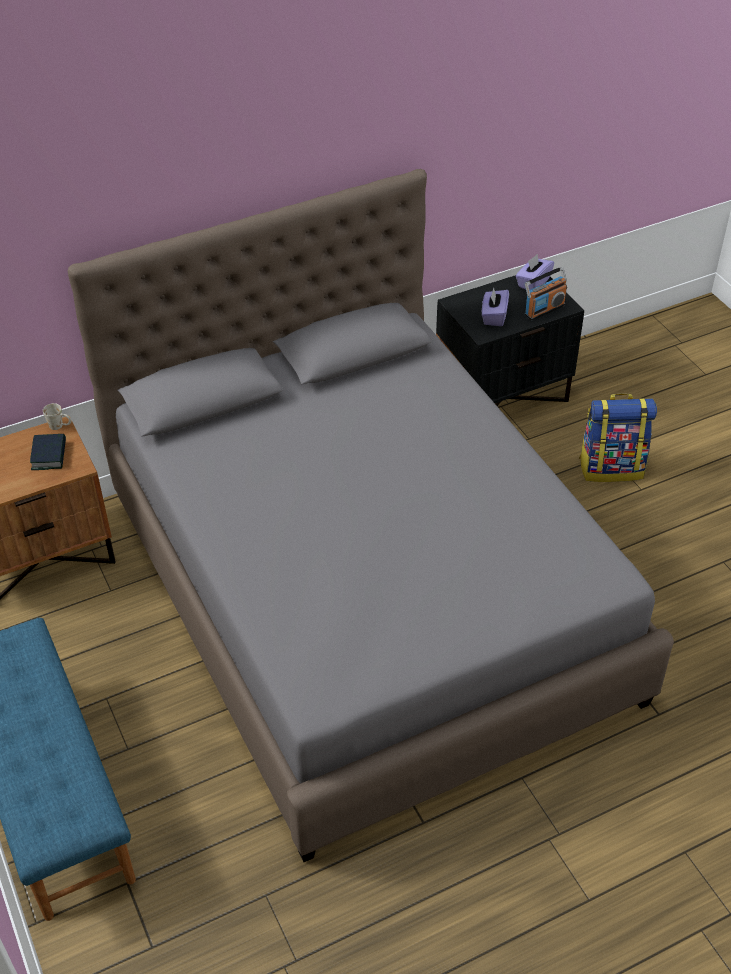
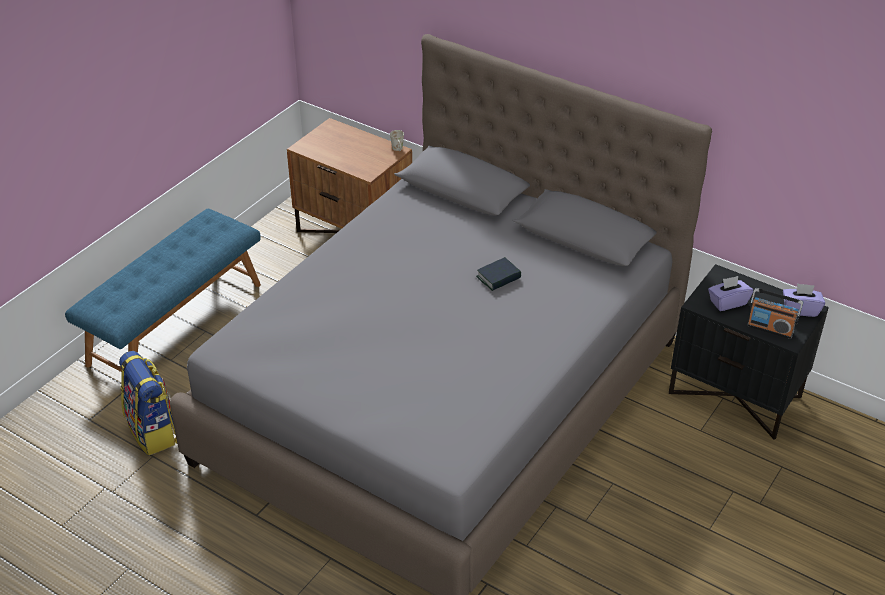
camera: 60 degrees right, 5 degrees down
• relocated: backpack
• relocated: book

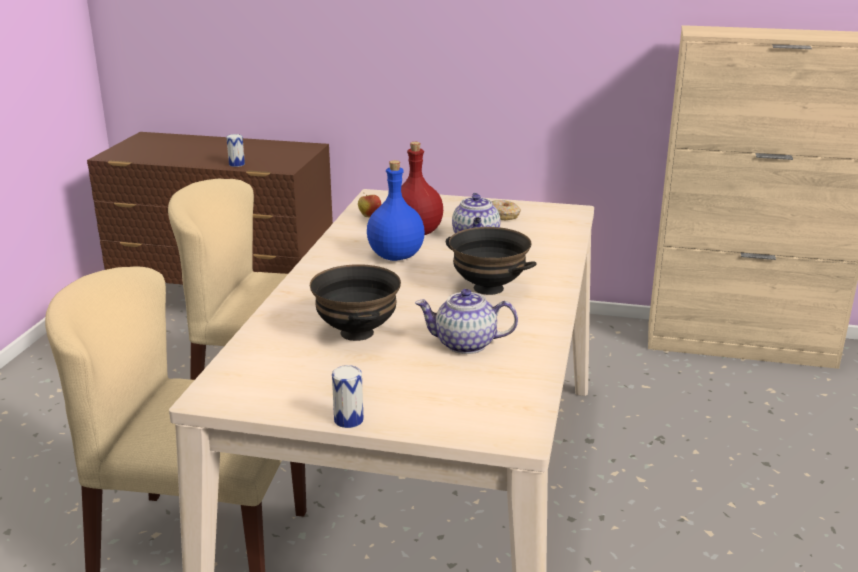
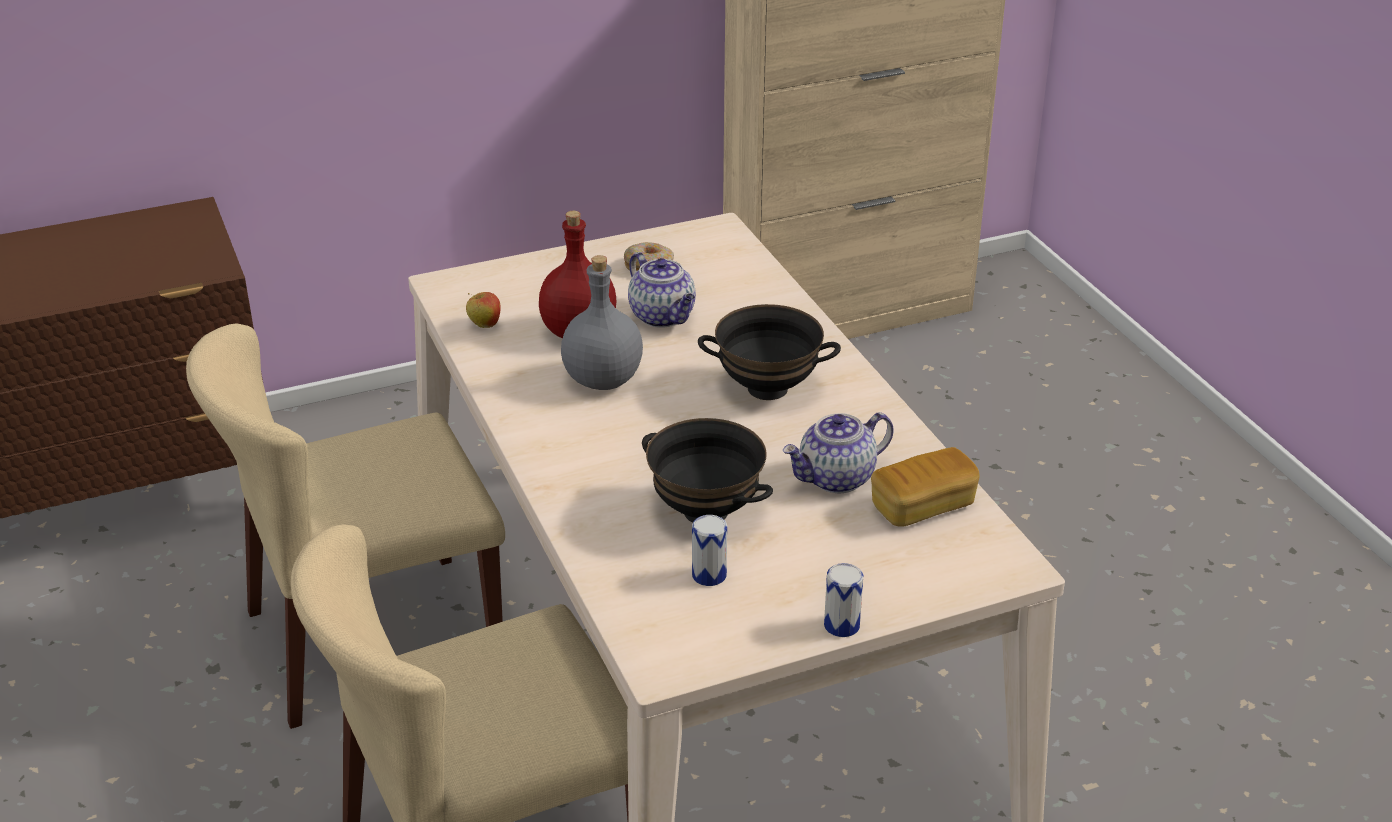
camera: 35 degrees left, 10 degrees up
• colour: bottle/blue to bottle/grey
• relocated: can (no. 1 from left)
• appeared: bread

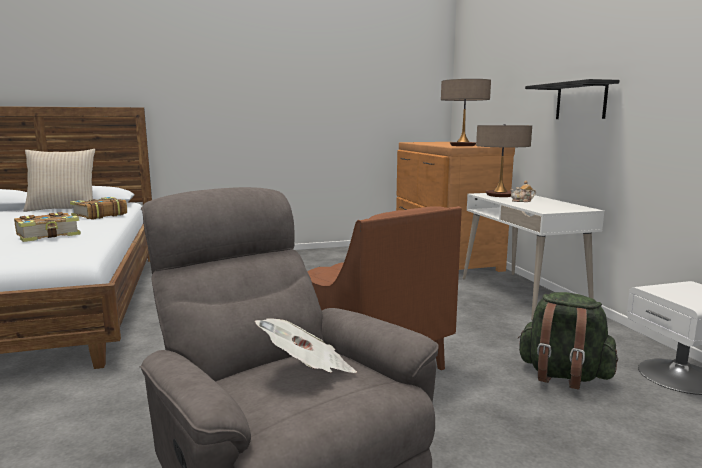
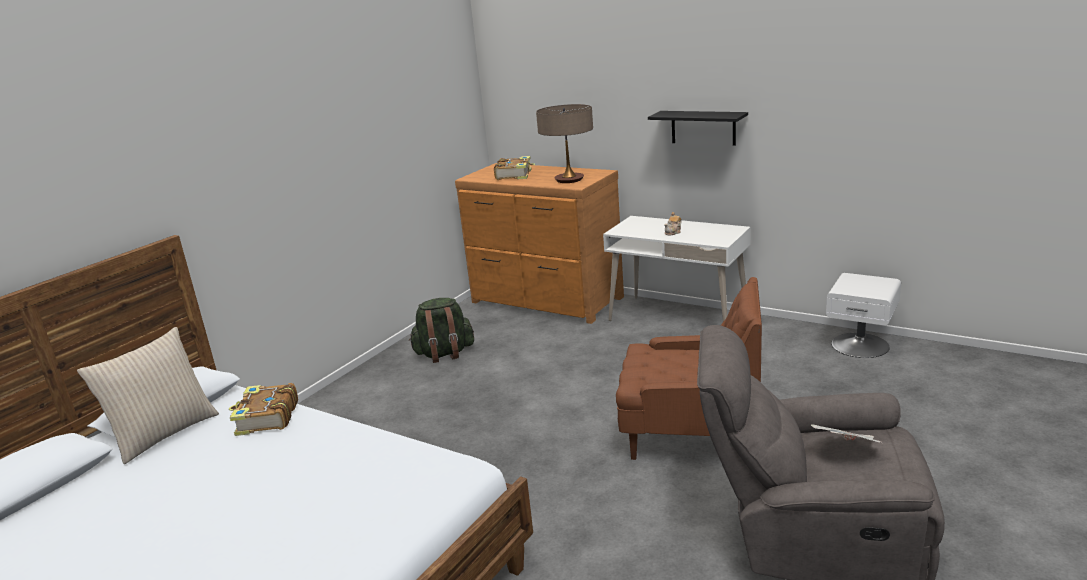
camera: 40 degrees left, 10 degrees up
• relocated: backpack/green
• relocated: book (no. 1 from left in the first image) to book (no. 2 from left)
• missing: table lamp (no. 2 from left)

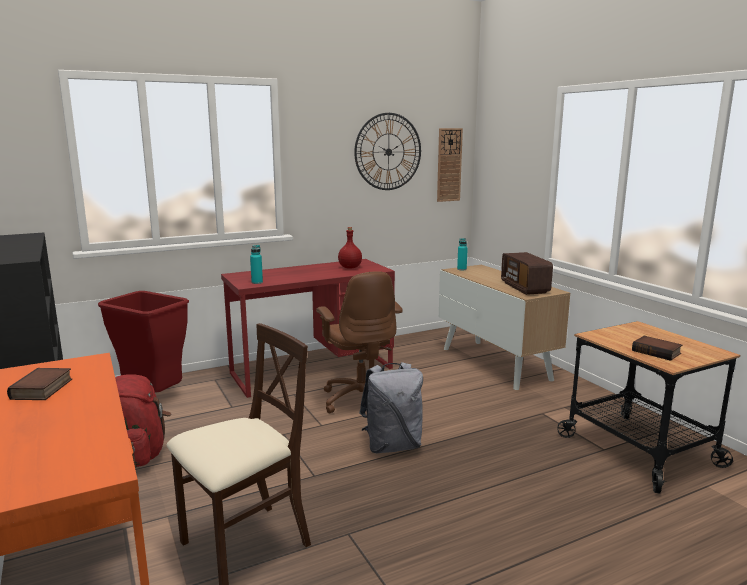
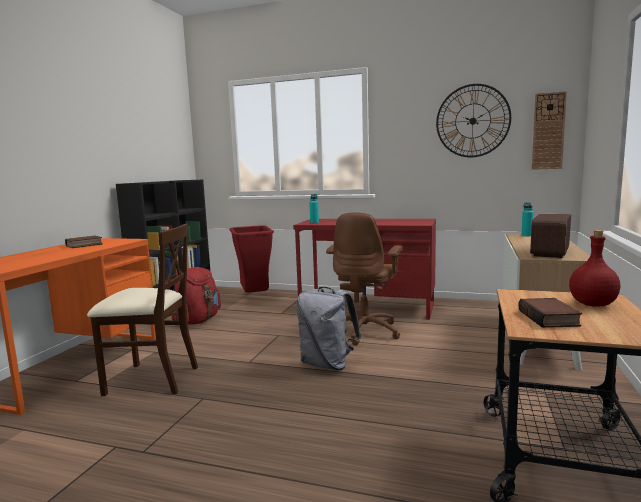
camera: 45 degrees right, 5 degrees down
• relocated: bottle/red

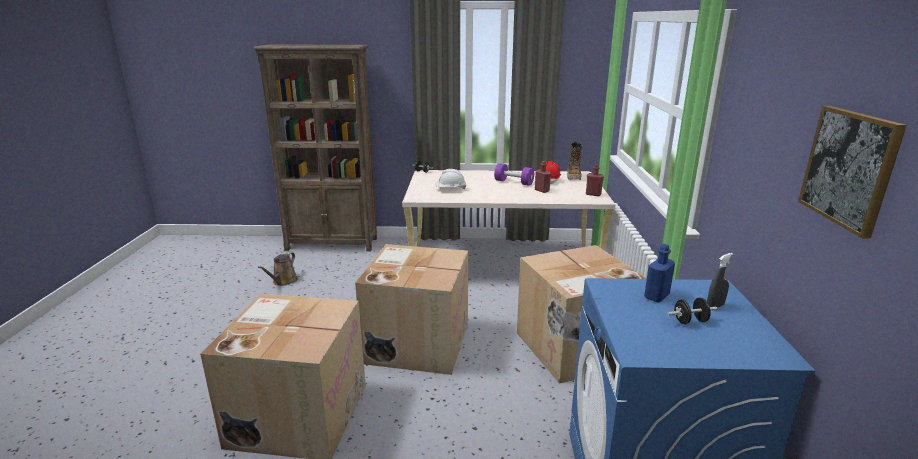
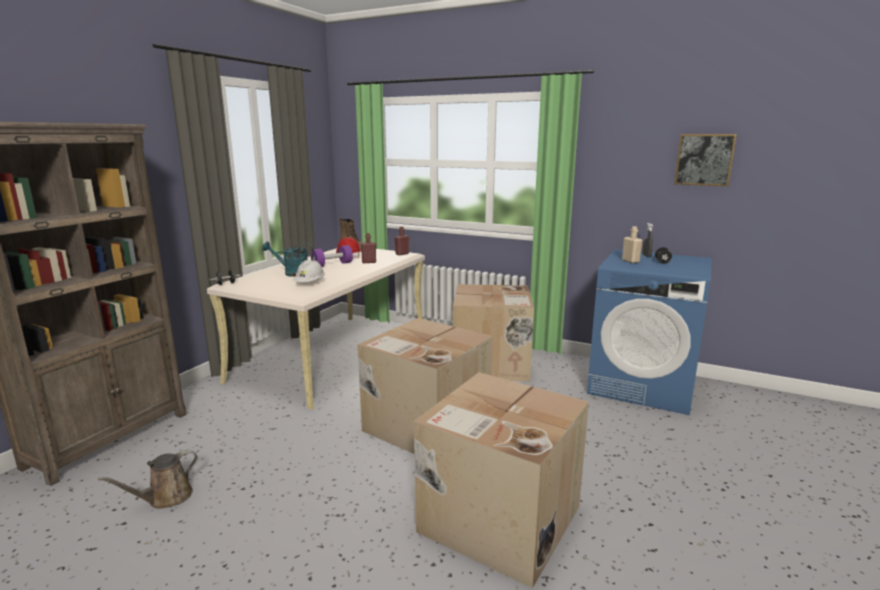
camera: 65 degrees left, 5 degrees down
• spun: watering can/brown 90 degrees clockwise
• appeared: watering can/turquoise
• colour: bottle/blue to bottle/beige

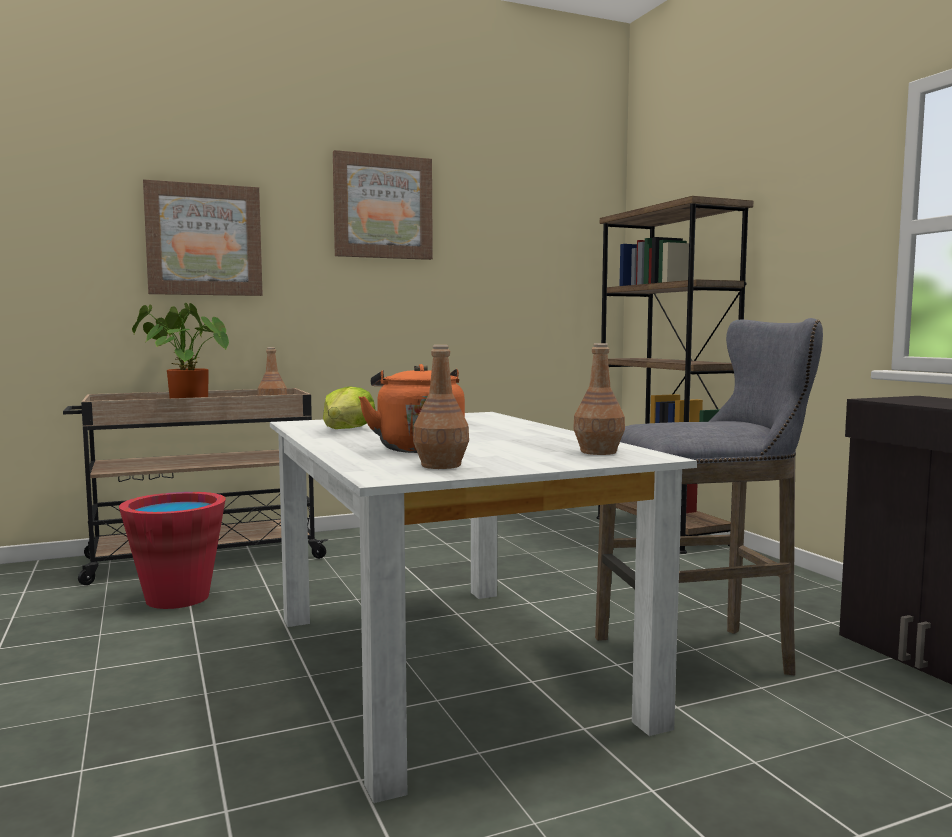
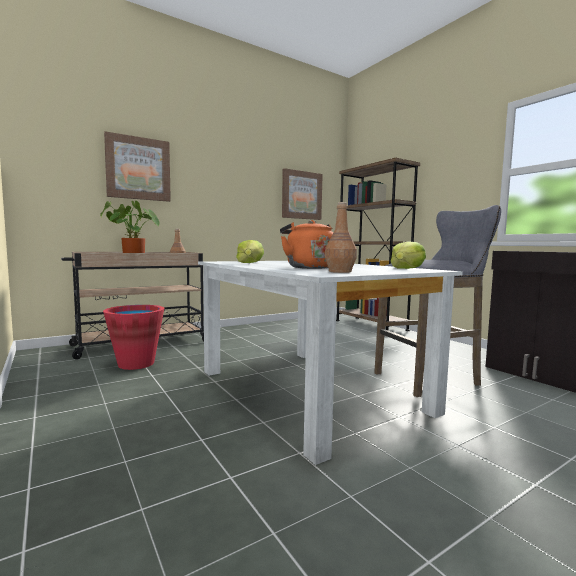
camera: 10 degrees left, 0 degrees up
• relocated: picture (no. 2 from left)
• exchanged: bottle/brown (no. 3 from left) to lettuce (no. 2 from left)

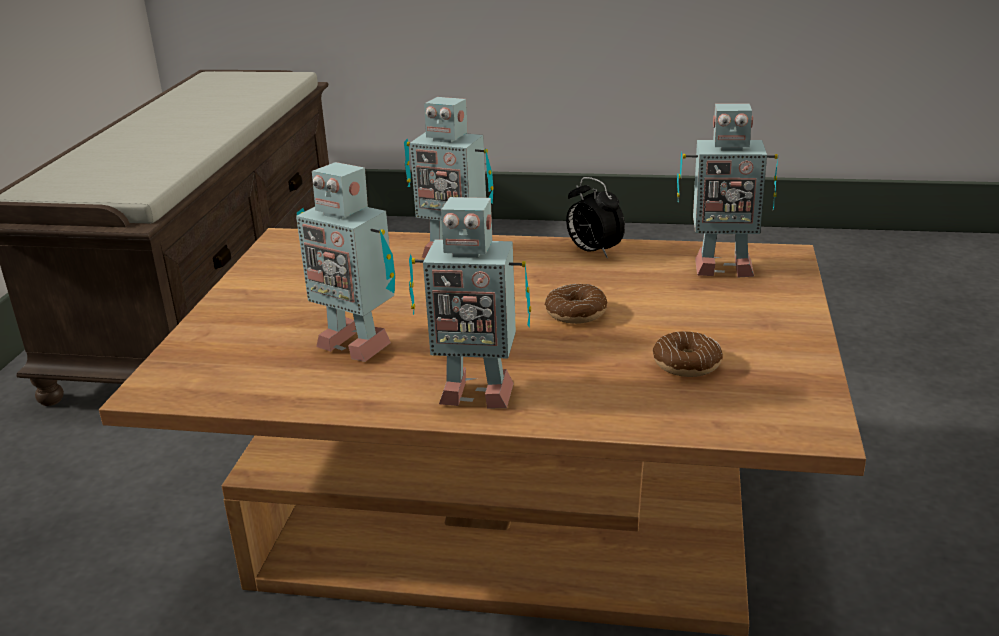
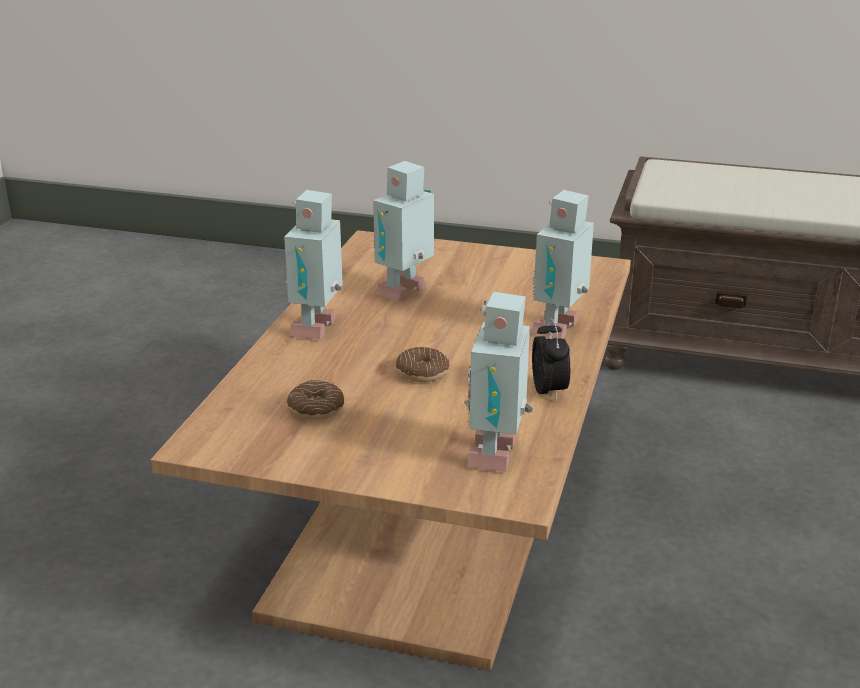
camera: 95 degrees right, 0 degrees up
• spun: alarm clock 120 degrees clockwise

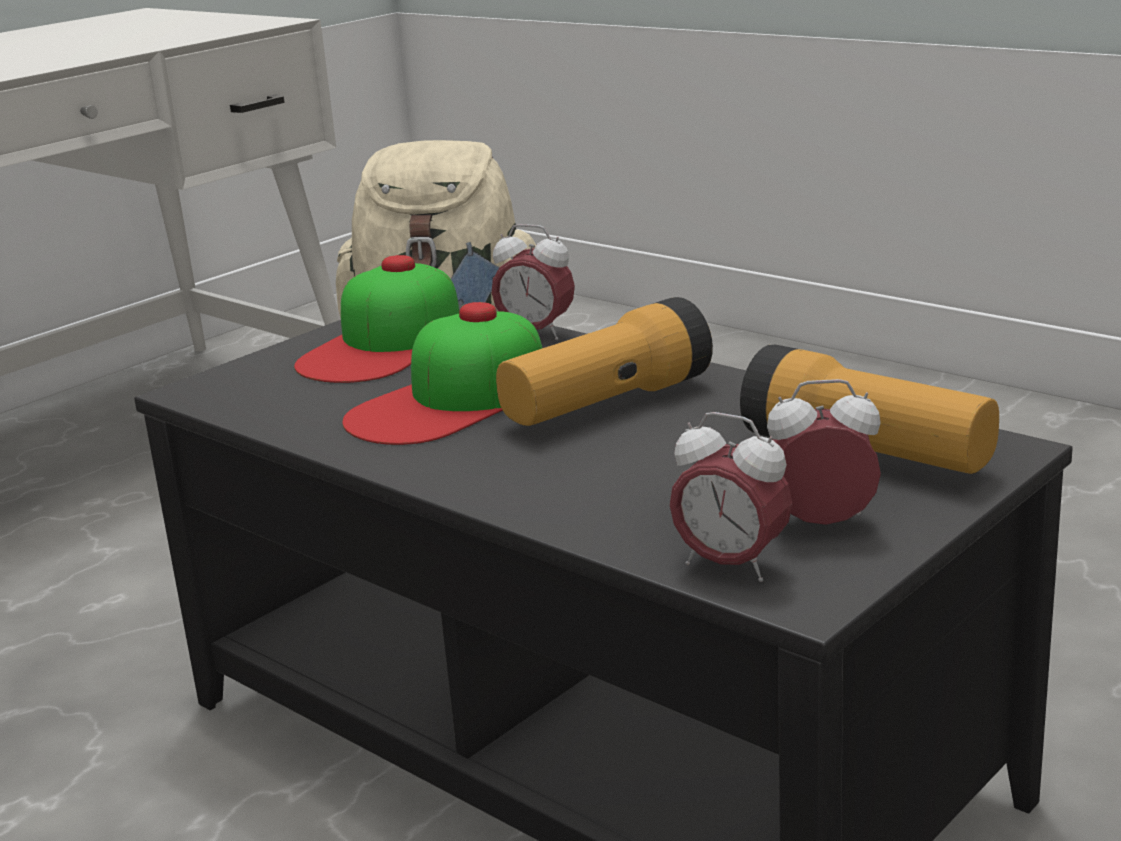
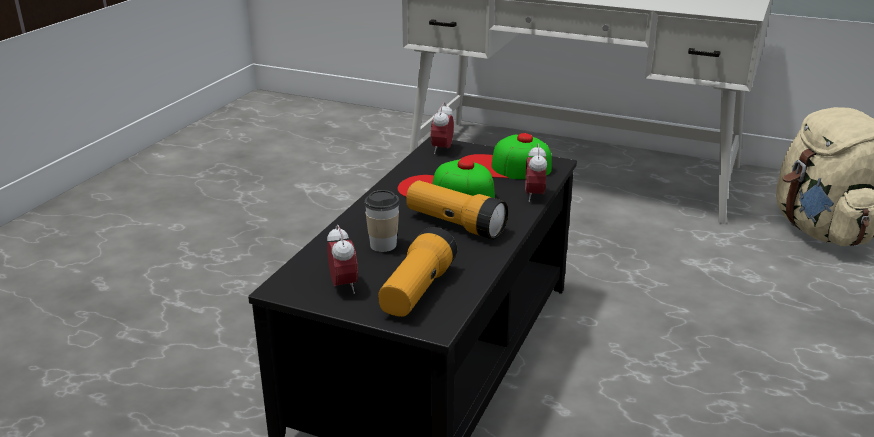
camera: 70 degrees right, 5 degrees up
• appeared: cup
• relocated: alarm clock (no. 2 from left)

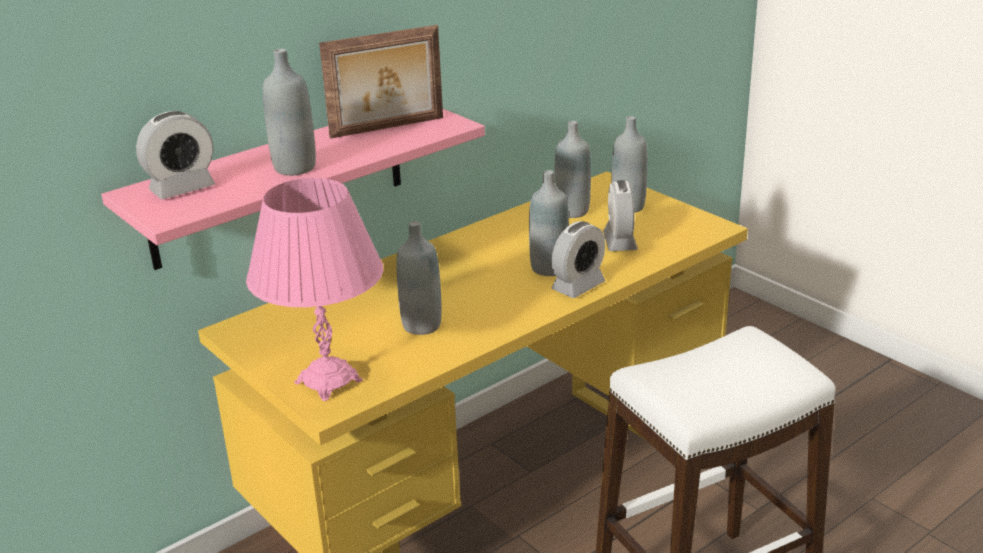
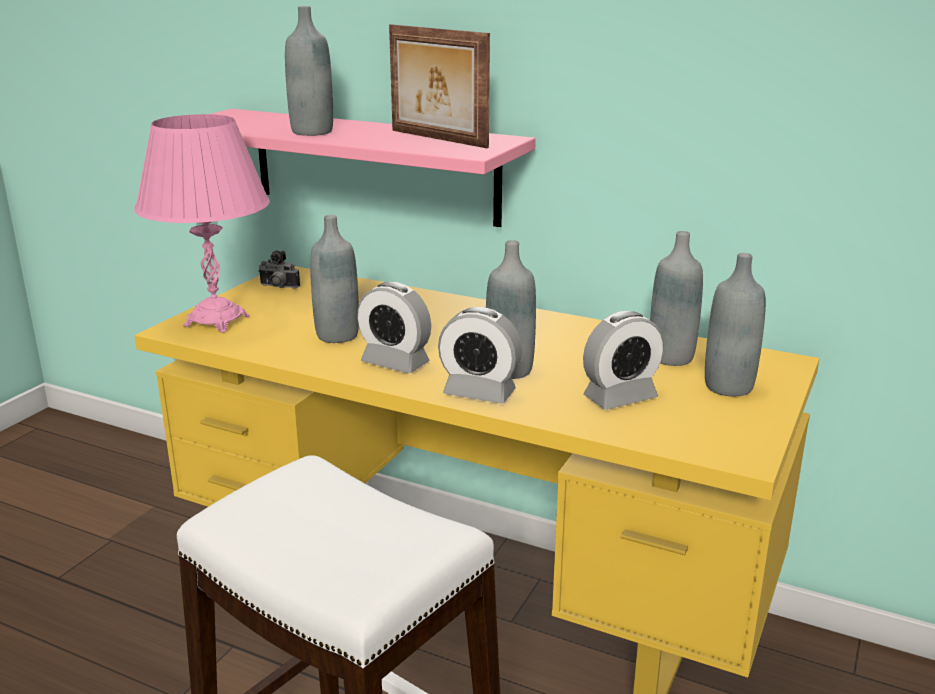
camera: 65 degrees right, 5 degrees down
• appeared: photo camera
• relocated: alarm clock (no. 1 from left)

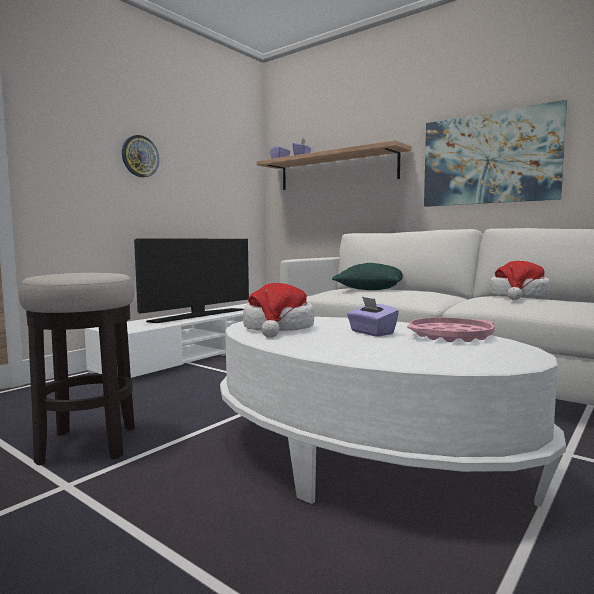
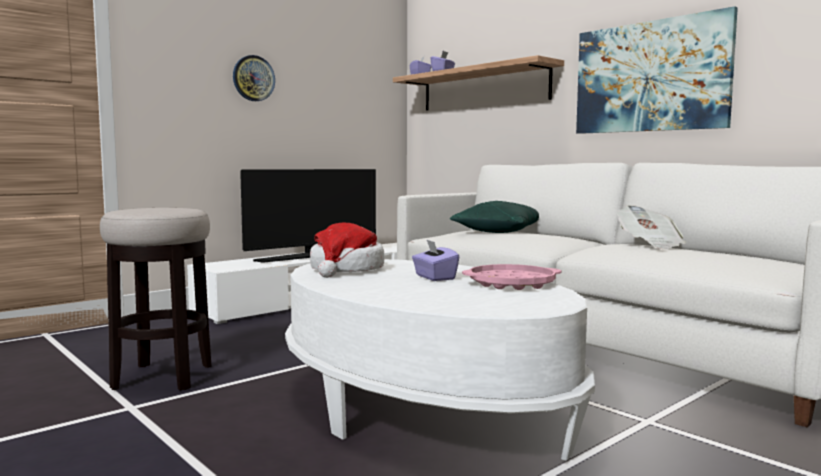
camera: 10 degrees right, 0 degrees up
• exchanged: hat (no. 2 from left) to newspaper

